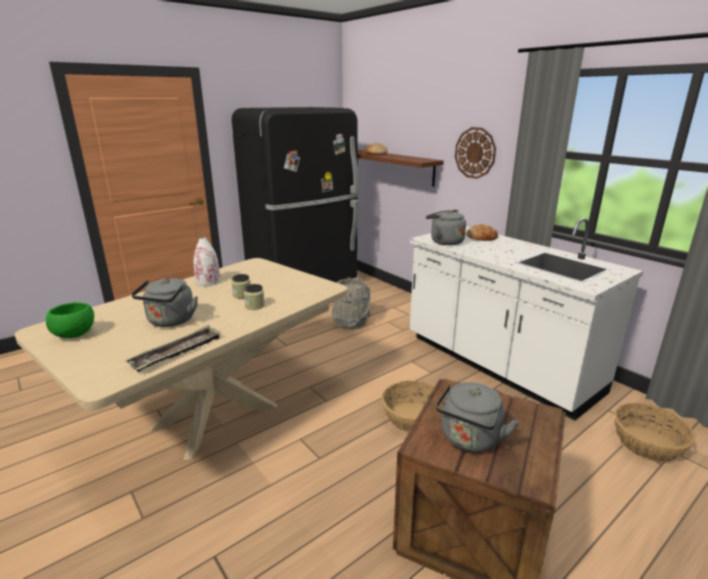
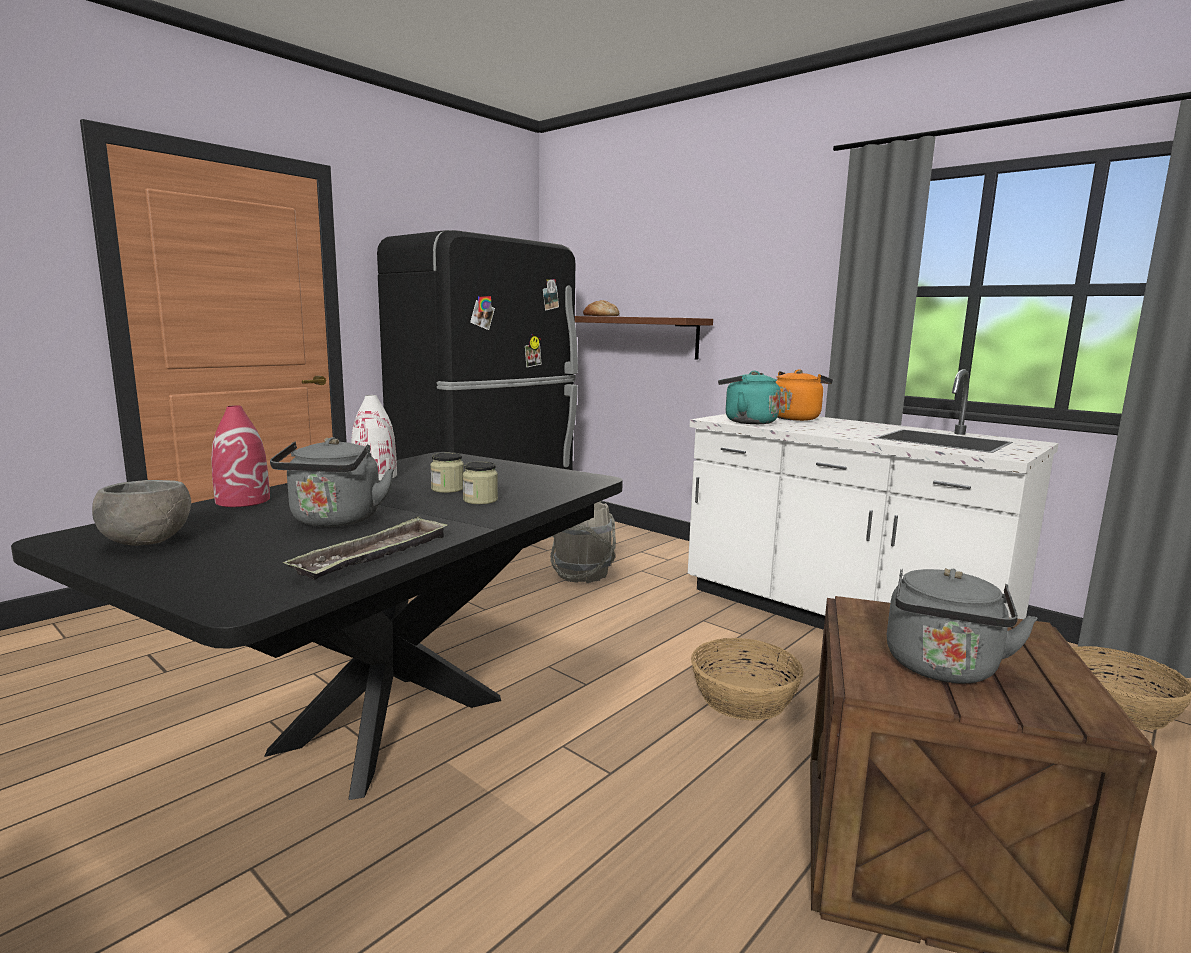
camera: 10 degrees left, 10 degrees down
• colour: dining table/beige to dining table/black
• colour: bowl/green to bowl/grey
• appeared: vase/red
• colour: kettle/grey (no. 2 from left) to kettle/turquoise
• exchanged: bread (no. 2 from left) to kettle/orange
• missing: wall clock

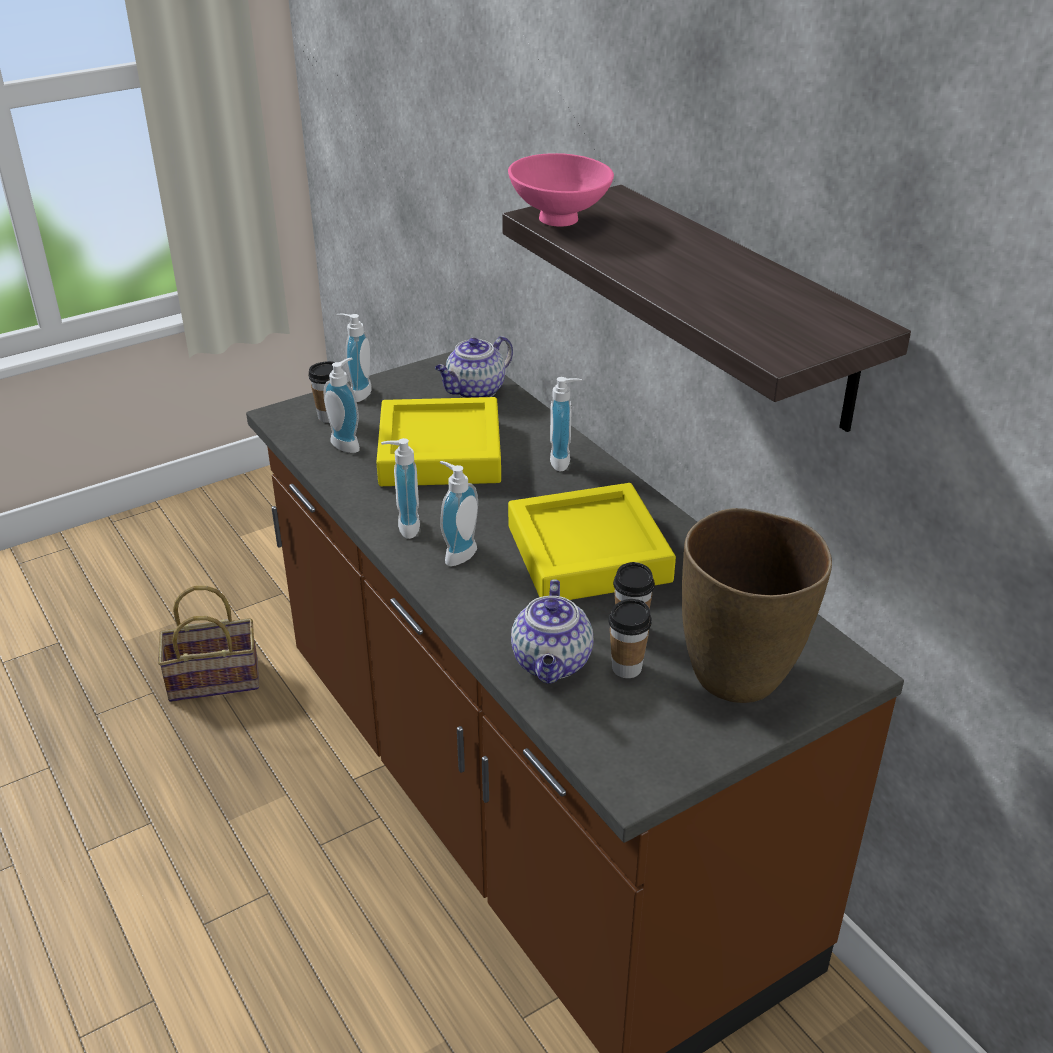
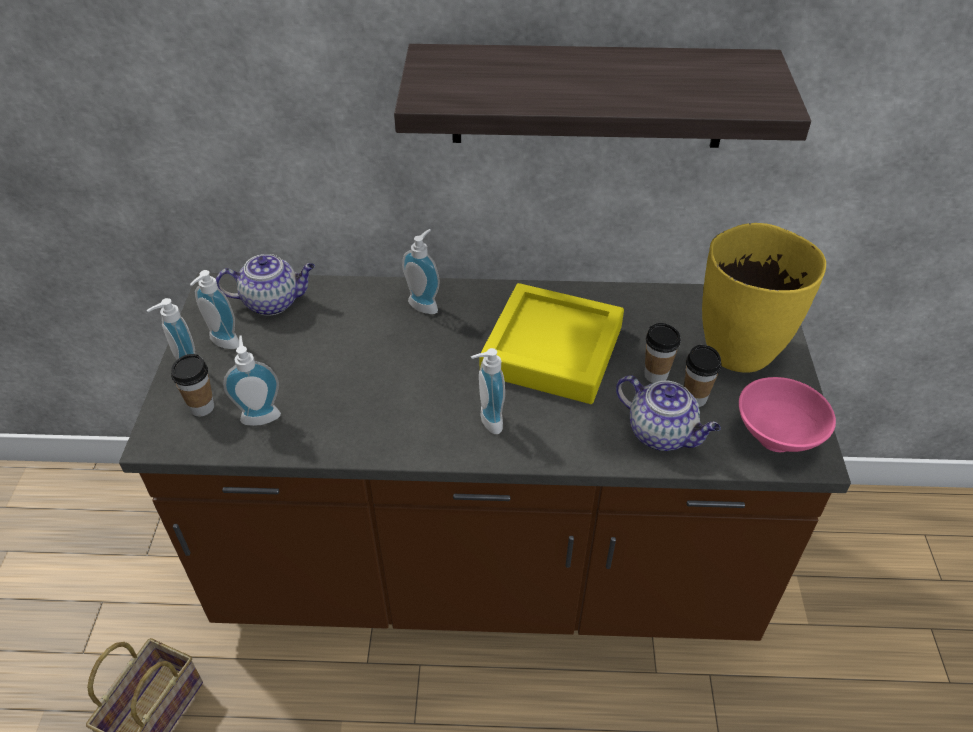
camera: 55 degrees left, 10 degrees up
• relocated: soap dispenser (no. 3 from left in the first image) to soap dispenser (no. 2 from left)
• spun: teapot (no. 1 from left) 90 degrees counterclockwise
• colour: vase/brown to vase/yellow
• relocated: bowl/pink
• missing: tray/yellow (no. 1 from left)

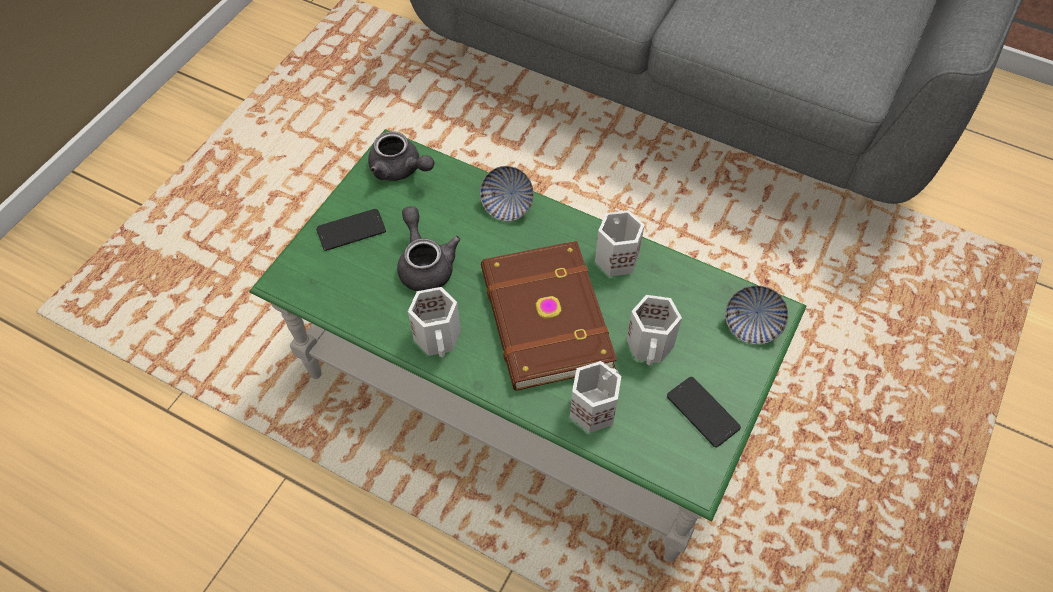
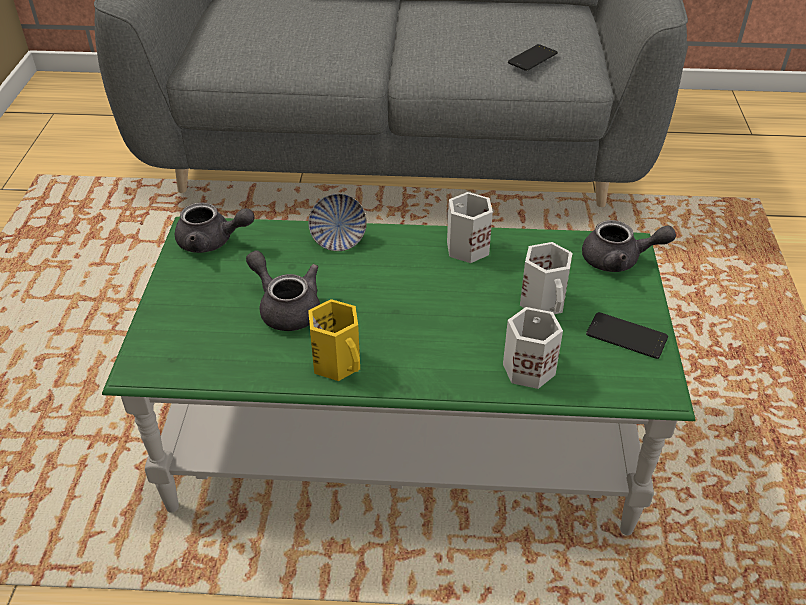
camera: 25 degrees left, 15 degrees down
• colour: mug/white (no. 1 from left) to mug/yellow
• relocated: phone (no. 1 from left)
• exchanged: bowl (no. 2 from left) to teapot/grey (no. 3 from left)
• missing: book/brown

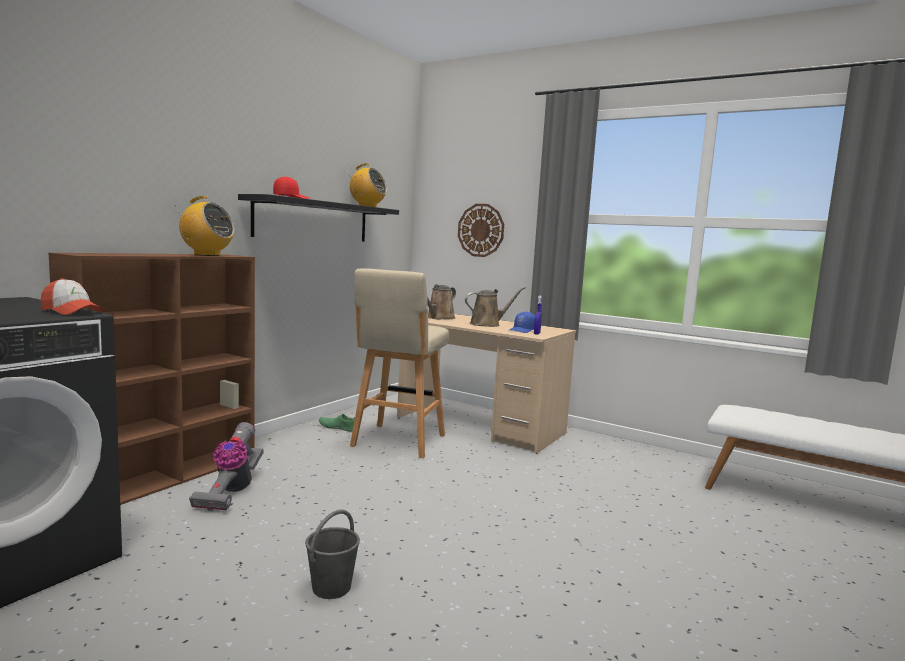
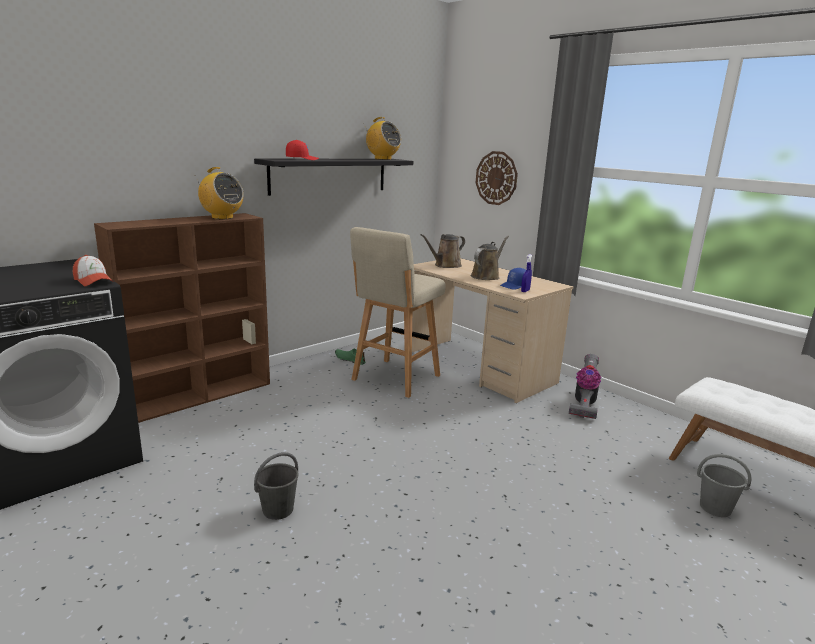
camera: 15 degrees right, 10 degrees up
• spun: watering can/brown (no. 2 from left) 45 degrees counterclockwise
• relocated: vacuum cleaner
• appeared: bucket/grey (no. 2 from left)

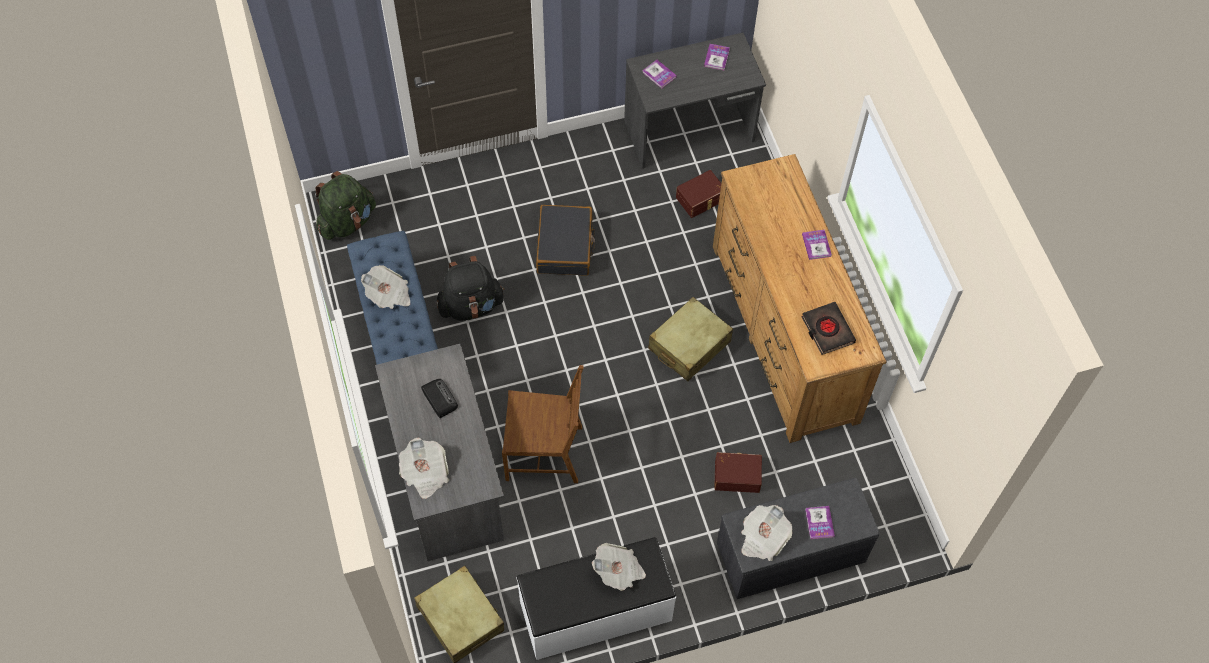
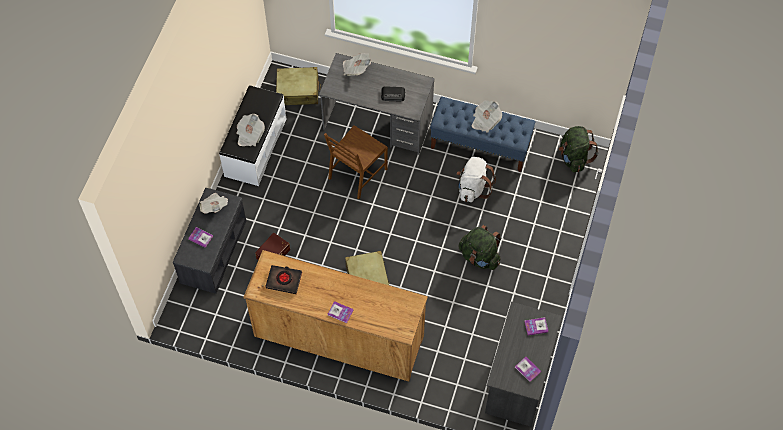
camera: 125 degrees right, 0 degrees up
• colour: backpack/black to backpack/white
• exchanged: suitcase/black to backpack/green (no. 1 from left)
• missing: storage box/brown (no. 1 from left)

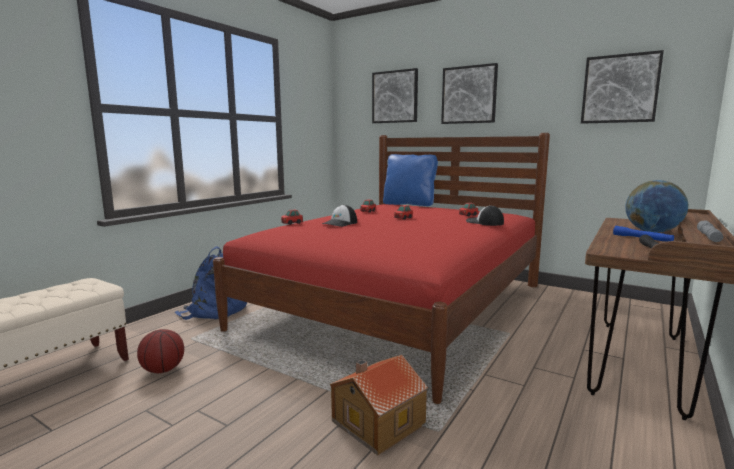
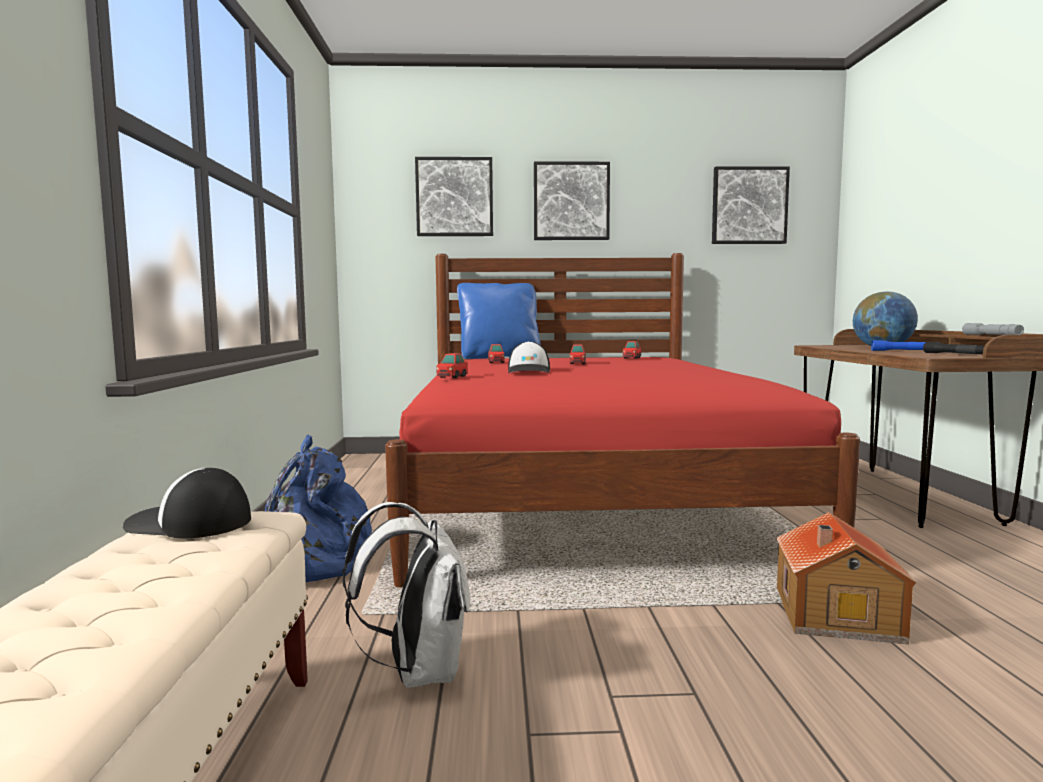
camera: 35 degrees left, 5 degrees down
• relocated: cap (no. 2 from left in the first image) to cap (no. 1 from left)
• exchanged: basketball to backpack/white

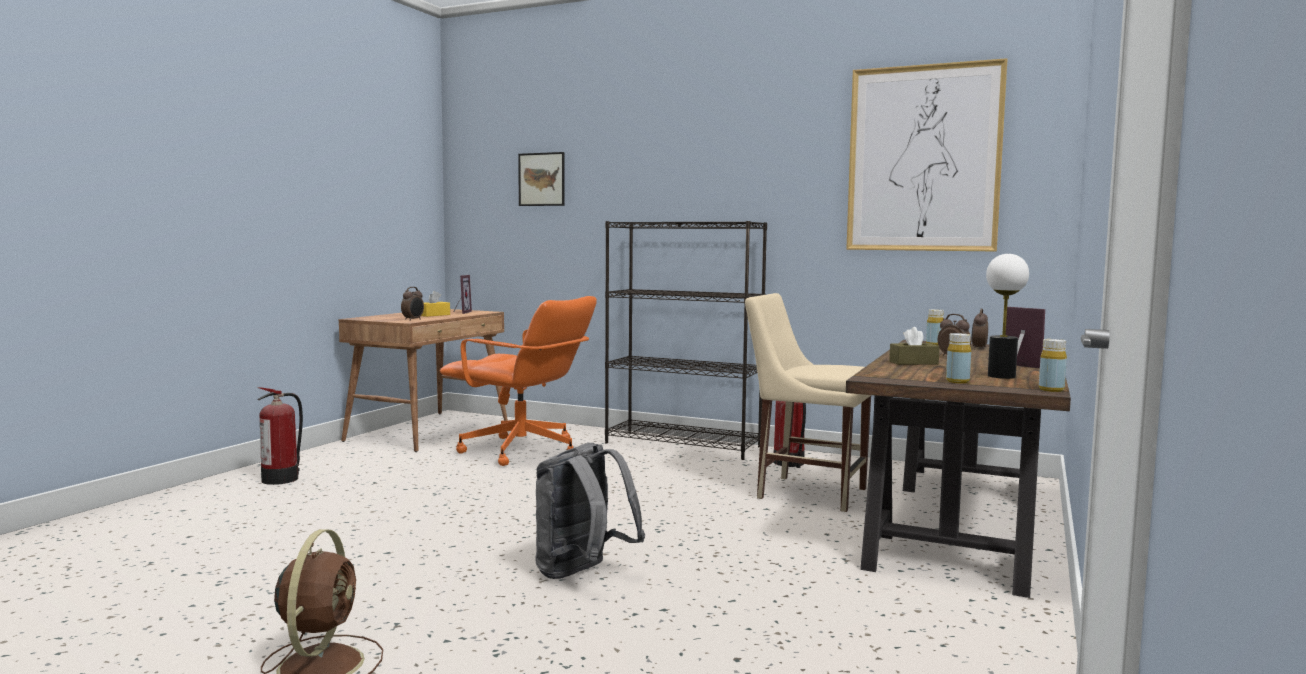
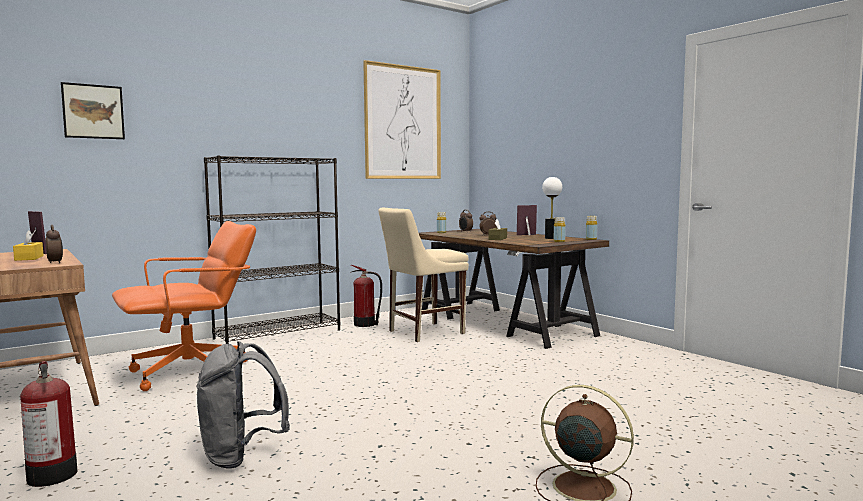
camera: 60 degrees left, 0 degrees up
• relocated: backpack/grey

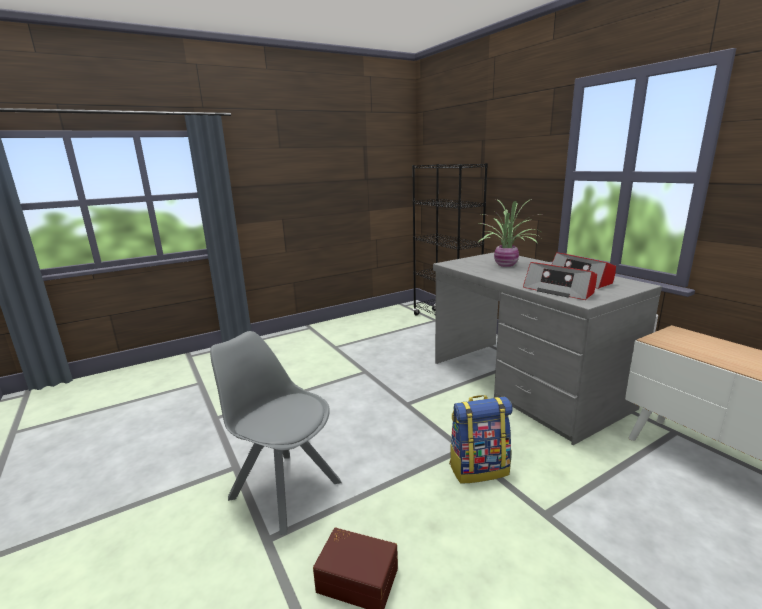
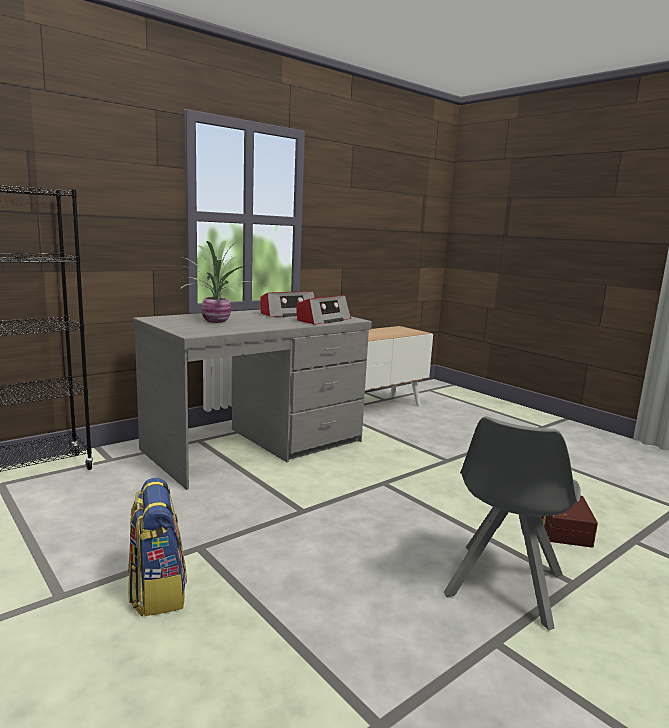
camera: 100 degrees left, 5 degrees down
• relocated: backpack

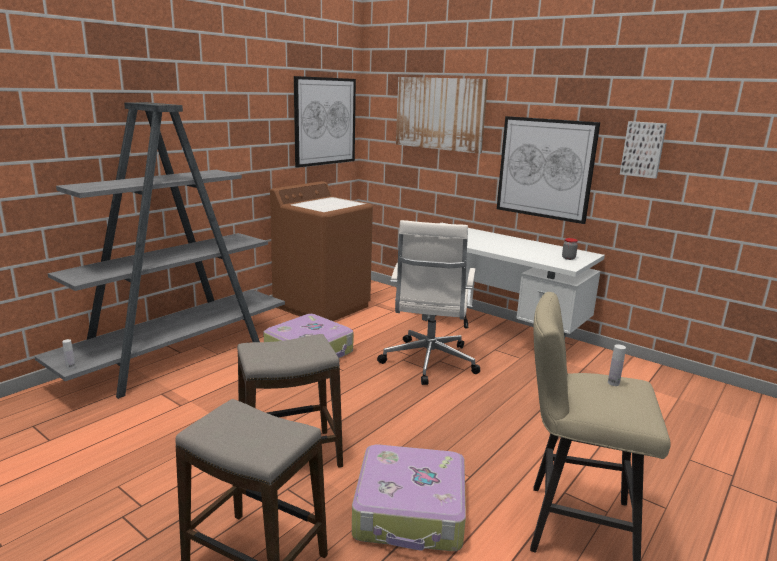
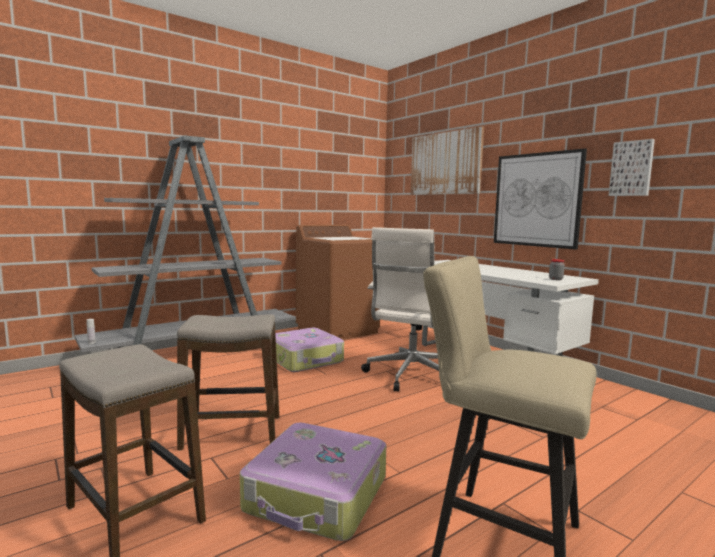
camera: 15 degrees right, 10 degrees down
• missing: picture (no. 1 from left)
• missing: bottle/white (no. 2 from left)

